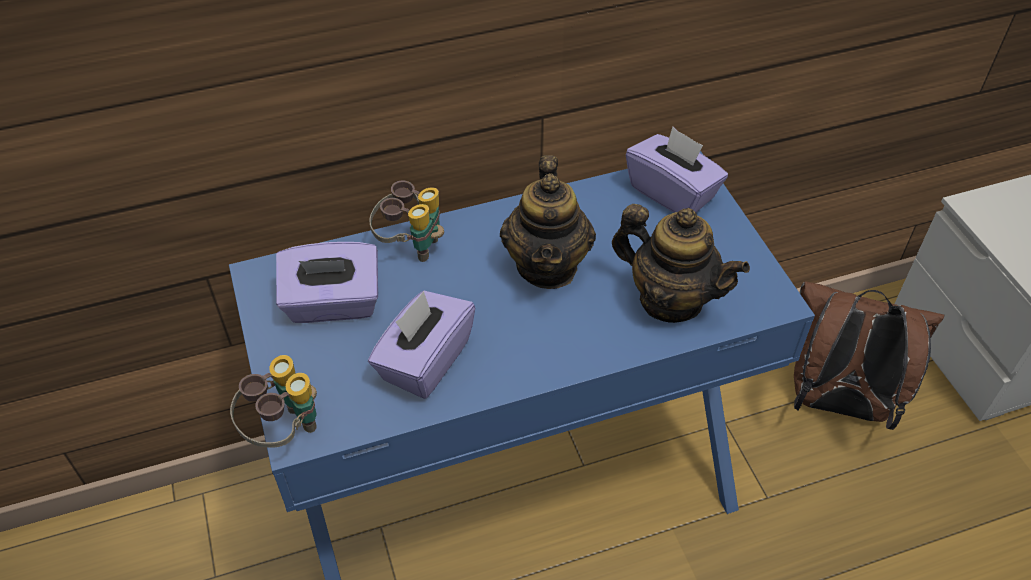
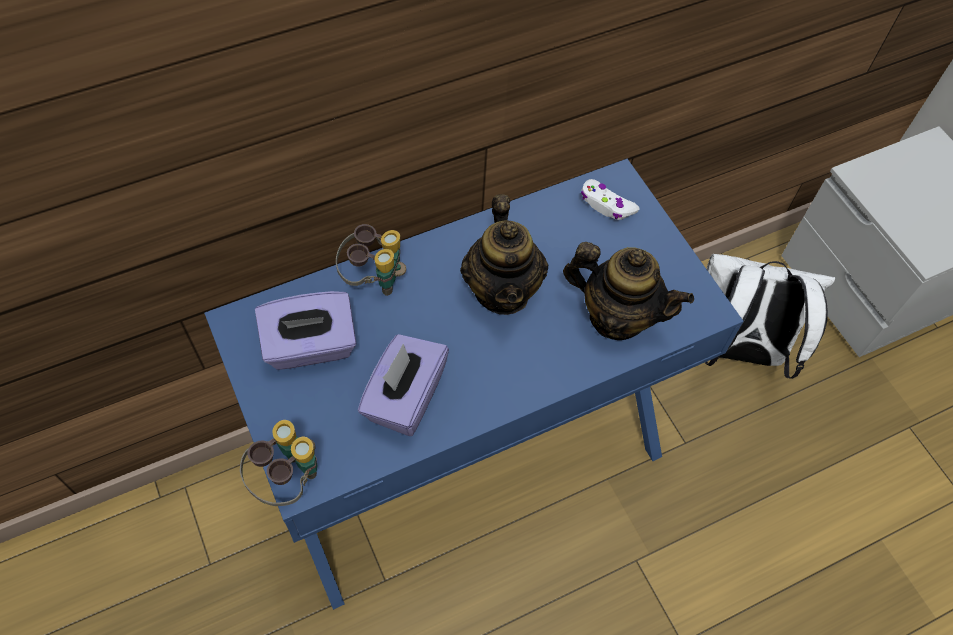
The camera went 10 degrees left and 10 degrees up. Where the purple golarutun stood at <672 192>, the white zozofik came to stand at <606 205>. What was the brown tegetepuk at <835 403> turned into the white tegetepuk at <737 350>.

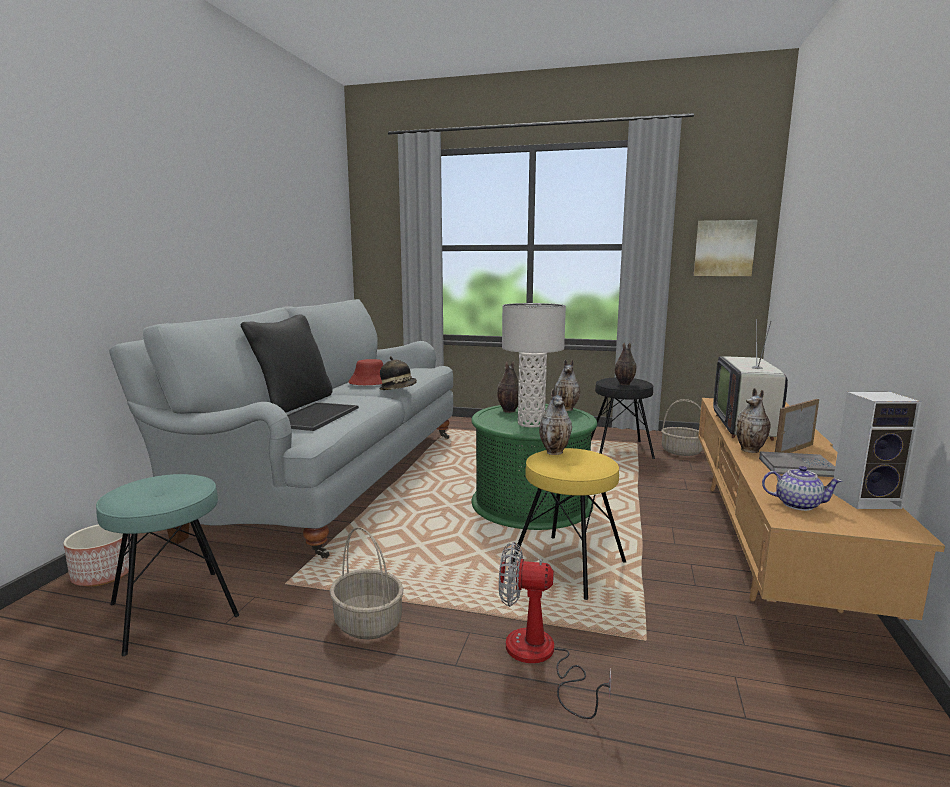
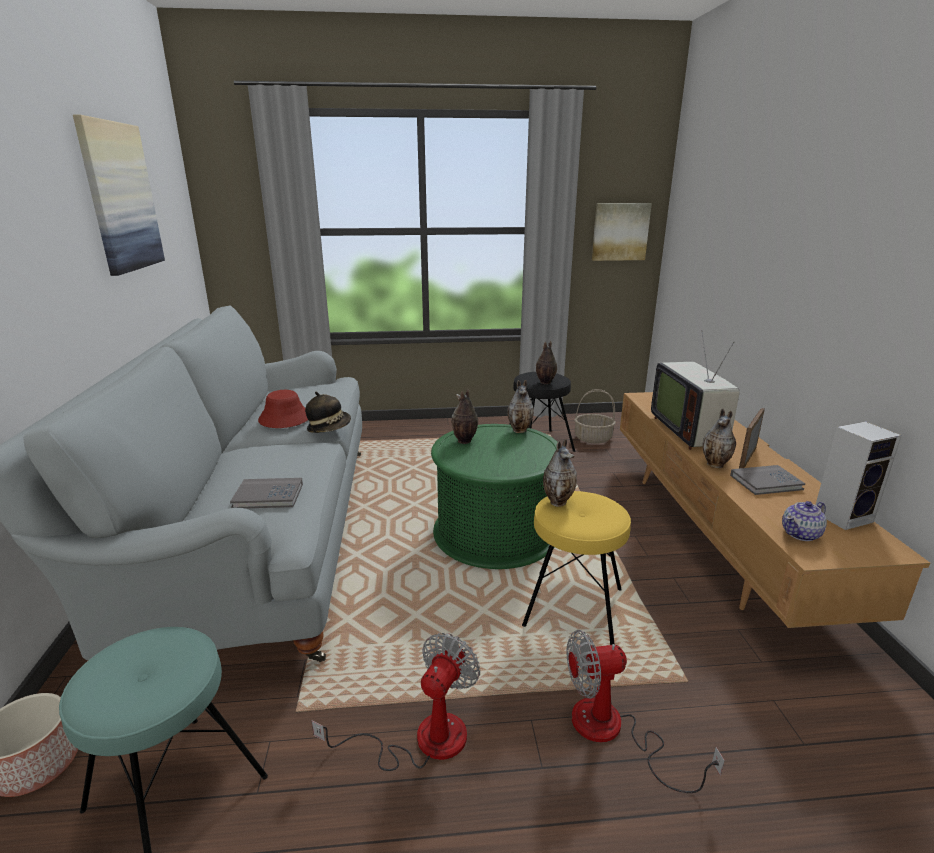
The camera went 20 degrees left and 10 degrees up. The second view lost the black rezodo at <294 404>. Where the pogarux stood at <315 417>, the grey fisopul came to stand at <268 496>. Where the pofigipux stood at <367 623>, the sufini came to stand at <422 740>. The second view lost the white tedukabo at <531 423>. The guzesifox at <797 504> ended up facing another way, 150 degrees clockwise from before. The second view gained the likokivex at <120 197>.

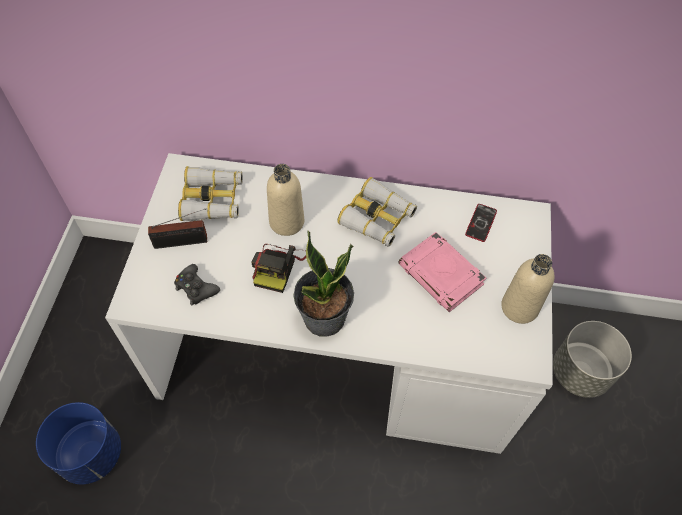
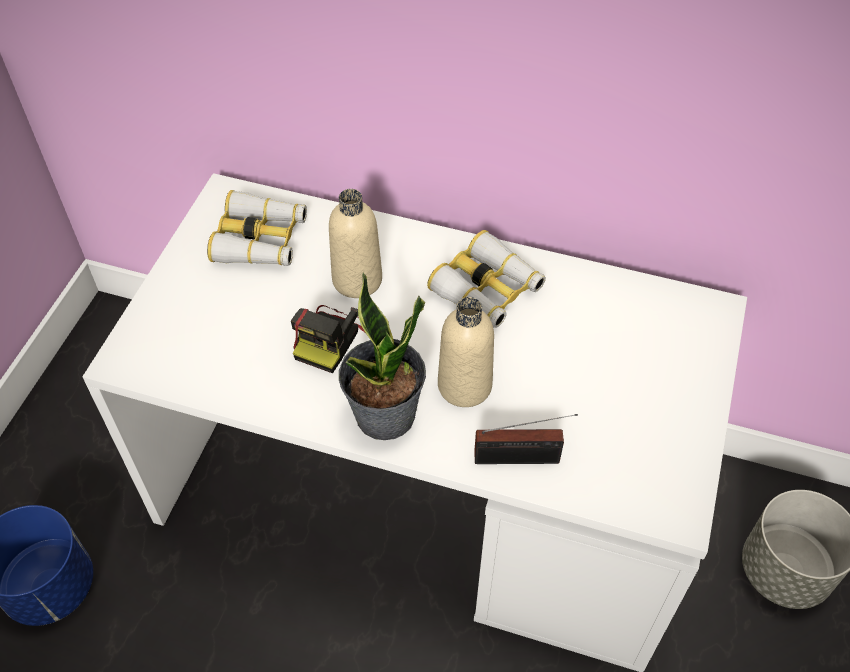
The camera went 10 degrees right and 5 degrees down. The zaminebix ended up elsewhere, having gone from <184 242> to <521 459>. The second view lost the black zozofik at <196 288>. The second view lost the pink fisopul at <441 275>. The second view lost the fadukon at <481 223>. The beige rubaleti ended up elsewhere, having gone from <519 307> to <464 385>.

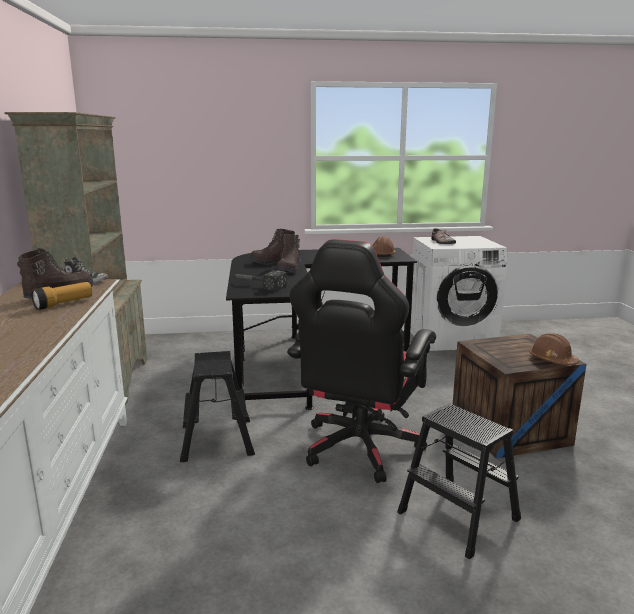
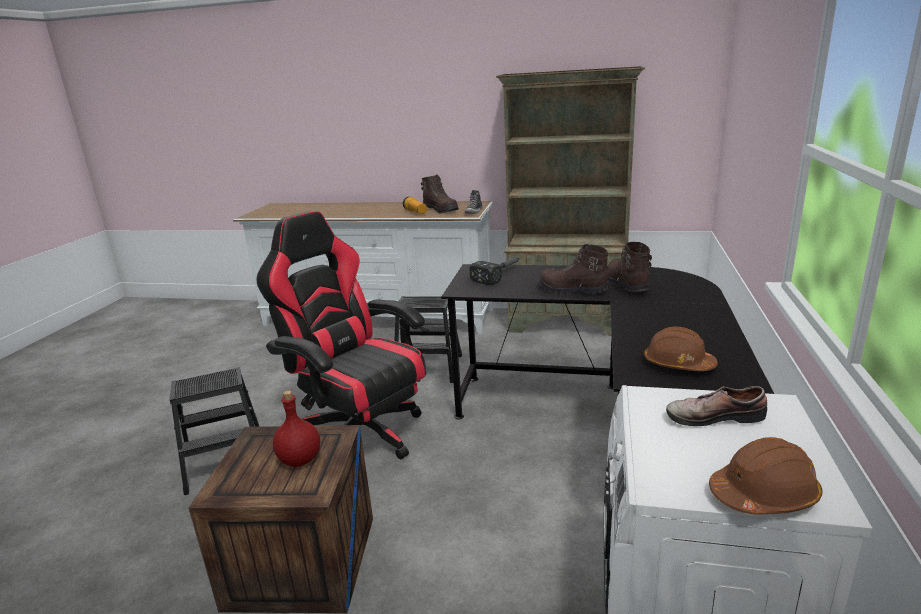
The camera went 110 degrees right and 5 degrees up. The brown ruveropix ended up elsewhere, having gone from <552 360> to <764 495>. The second view gained the red rubaleti at <300 460>.

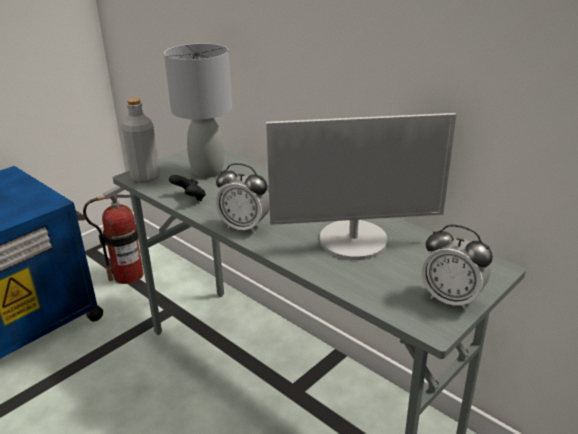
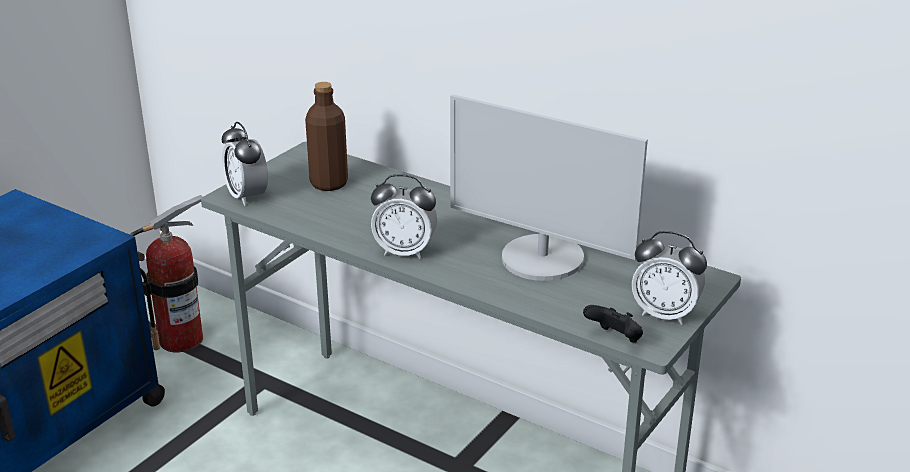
The camera went 10 degrees left and 0 degrees up. Where the grey rubaleti stood at <145 177>, the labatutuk came to stand at <247 196>. Where the grey tedukabo stood at <208 172>, the brown rubaleti came to stand at <329 183>. The black zozofik ended up elsewhere, having gone from <190 198> to <615 339>. The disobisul at <354 241> ended up facing another way, 45 degrees clockwise from before.

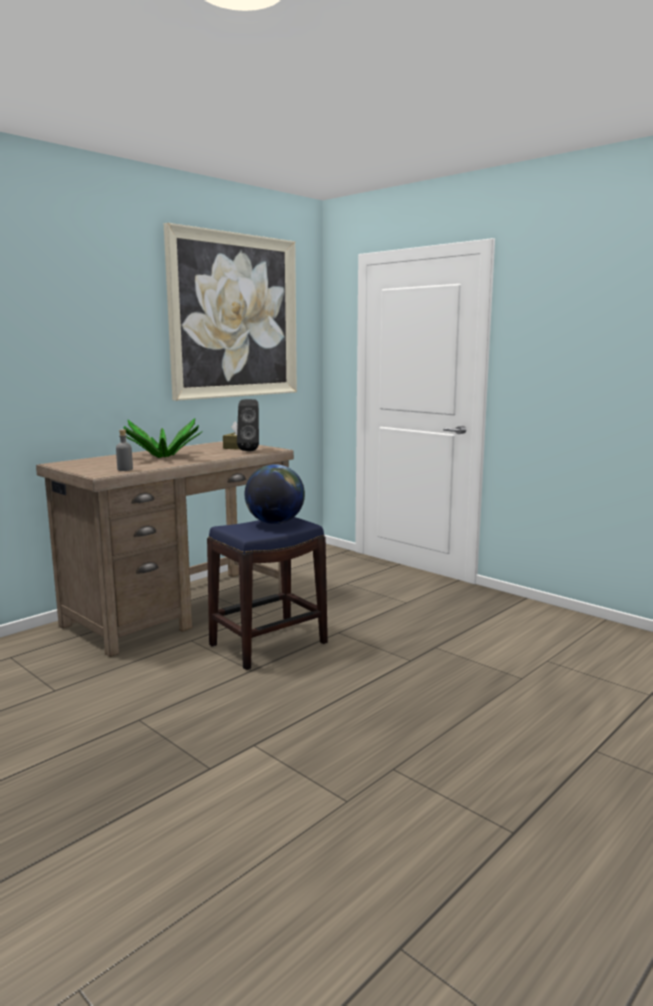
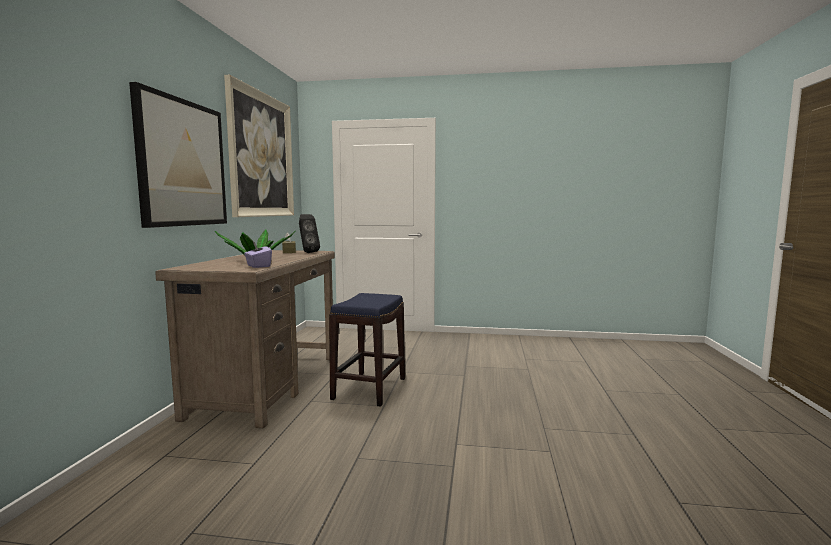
The camera went 35 degrees left and 5 degrees down. Where the grey rubaleti stood at <125 469>, the purple golarutun came to stand at <258 266>. The second view lost the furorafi at <275 523>. The second view gained the likokivex at <182 163>.

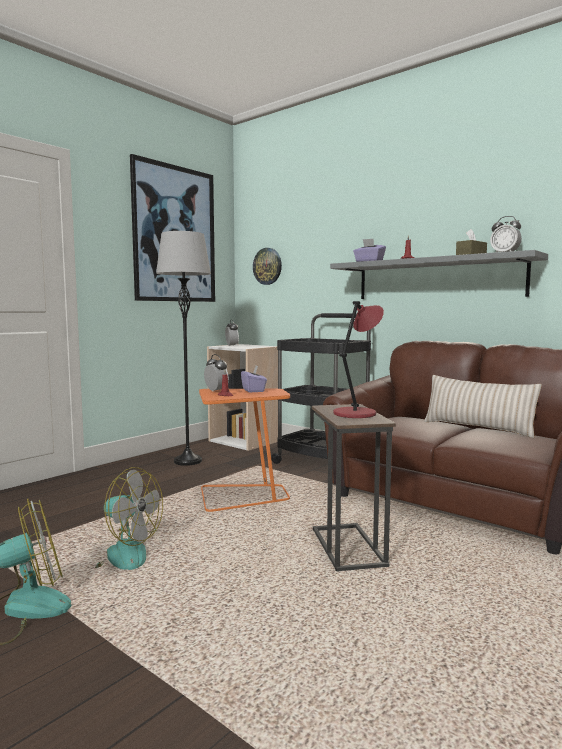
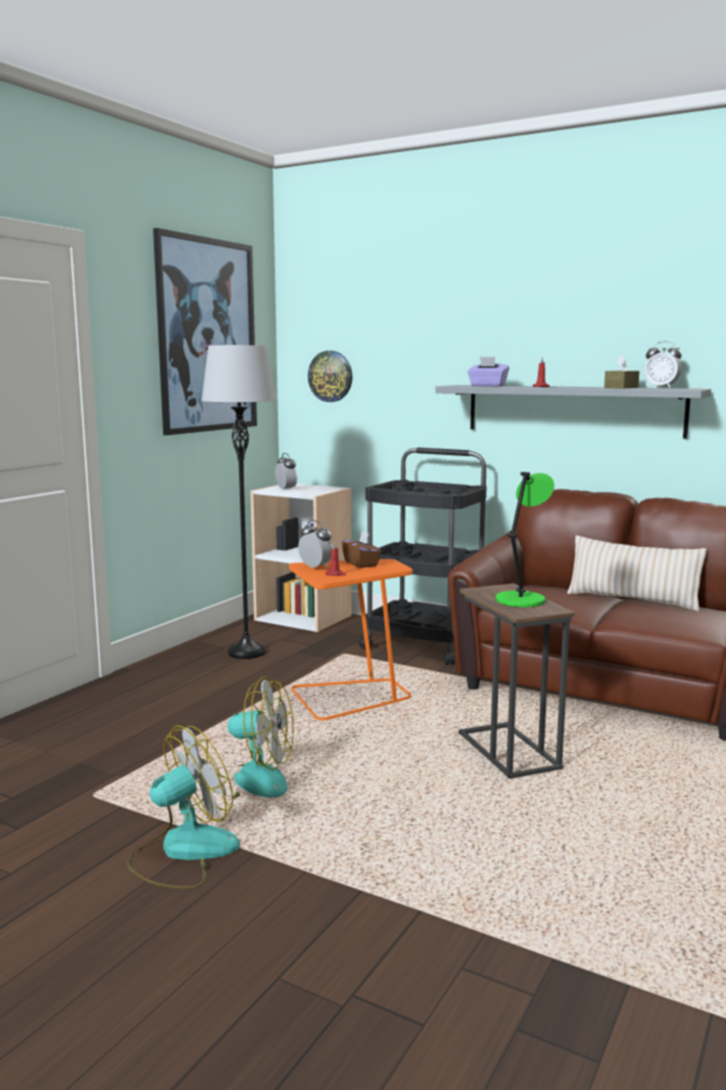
The camera went 10 degrees left and 5 degrees up. What was the purple golarutun at <253 390> turned into the brown golarutun at <361 564>. What was the red tedukabo at <356 413> turned into the green tedukabo at <521 599>.

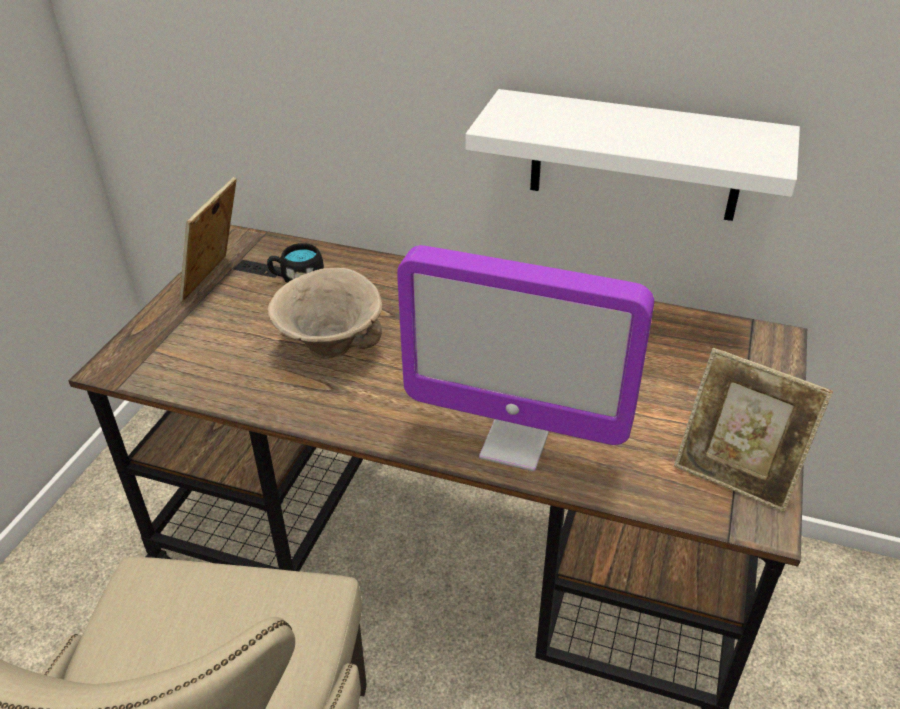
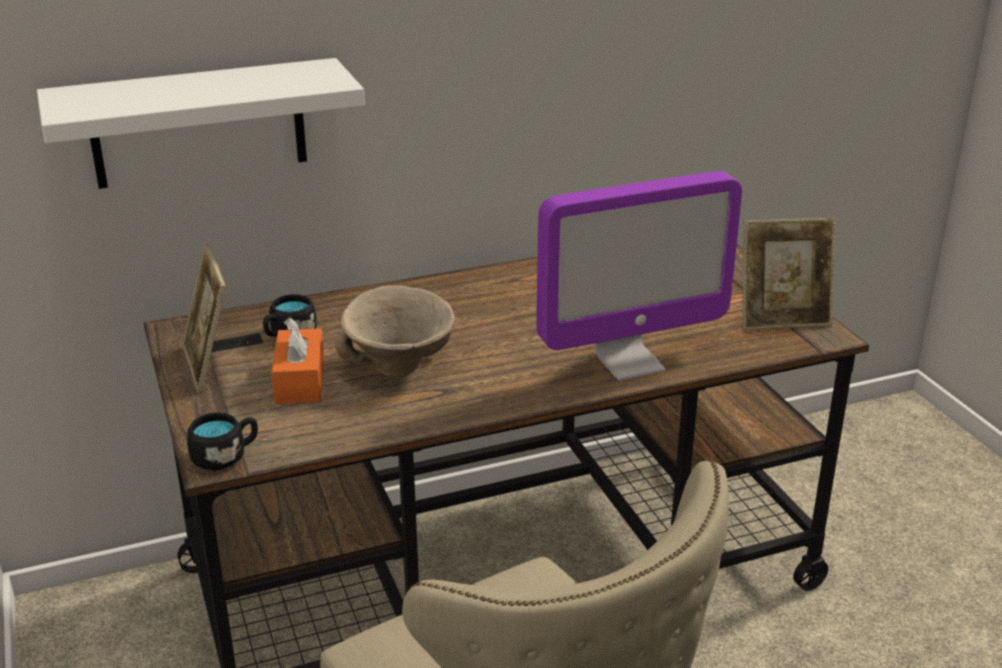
The camera went 40 degrees left and 10 degrees down. The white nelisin ended up elsewhere, having gone from <635 156> to <198 124>. The second view gained the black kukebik at <225 456>. The second view gained the orange golarutun at <300 381>.

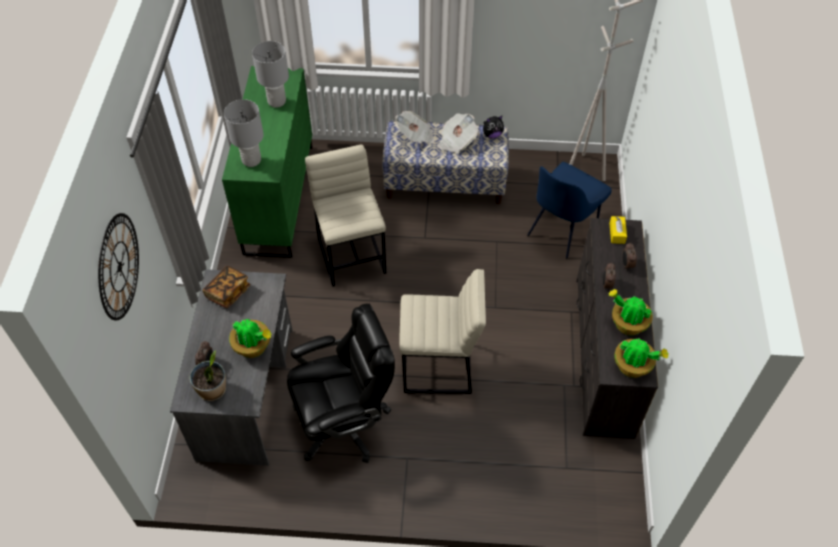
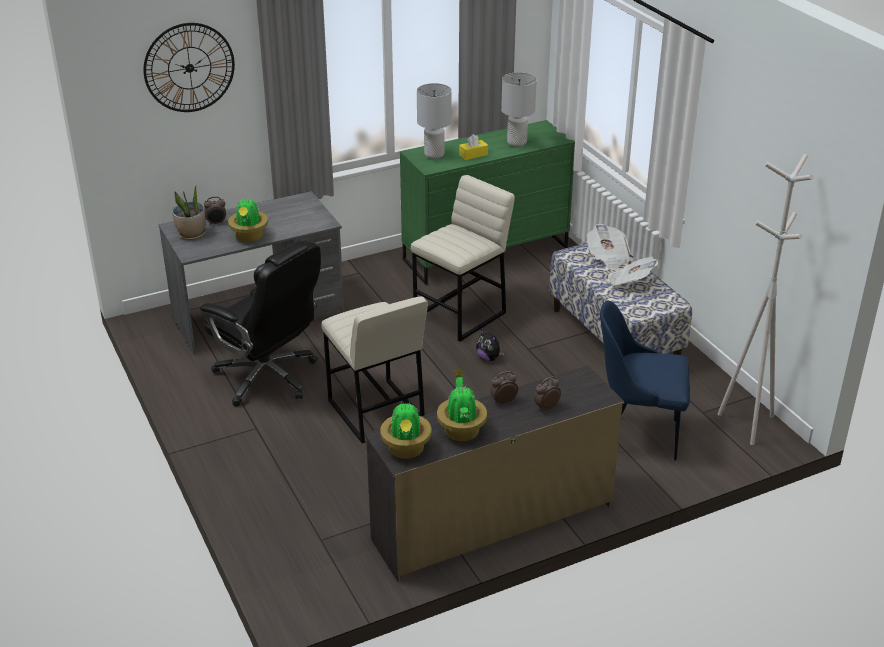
The camera went 60 degrees right and 20 degrees down. The second view lost the fisopul at <228 292>. The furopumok ended up elsewhere, having gone from <492 135> to <488 358>. The yellow golarutun ended up elsewhere, having gone from <617 233> to <473 155>.

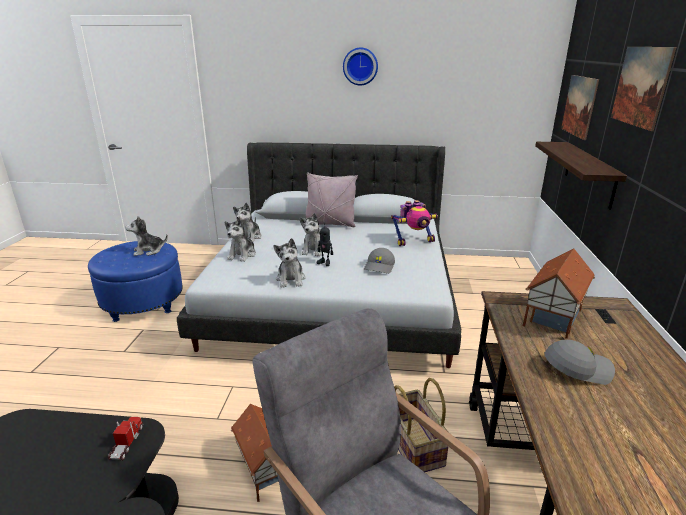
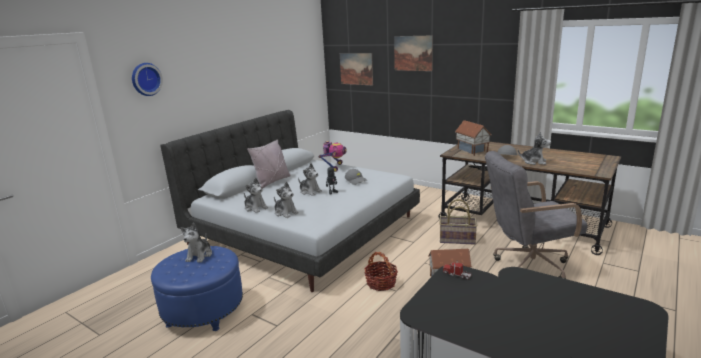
The camera went 60 degrees left and 5 degrees down. The furopumok ended up elsewhere, having gone from <291 279> to <534 162>. The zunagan ended up elsewhere, having gone from <360 66> to <145 79>. The second view lost the nelisin at <589 173>. The second view gained the pofigipux at <381 283>.

